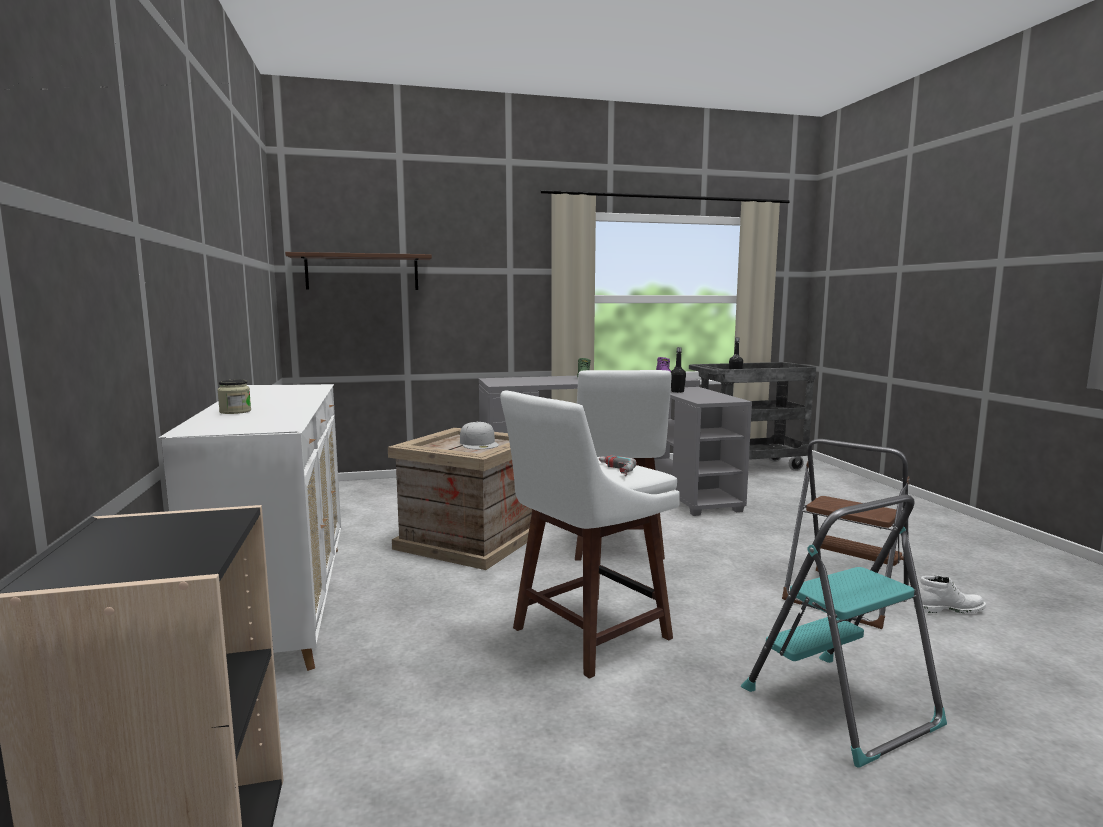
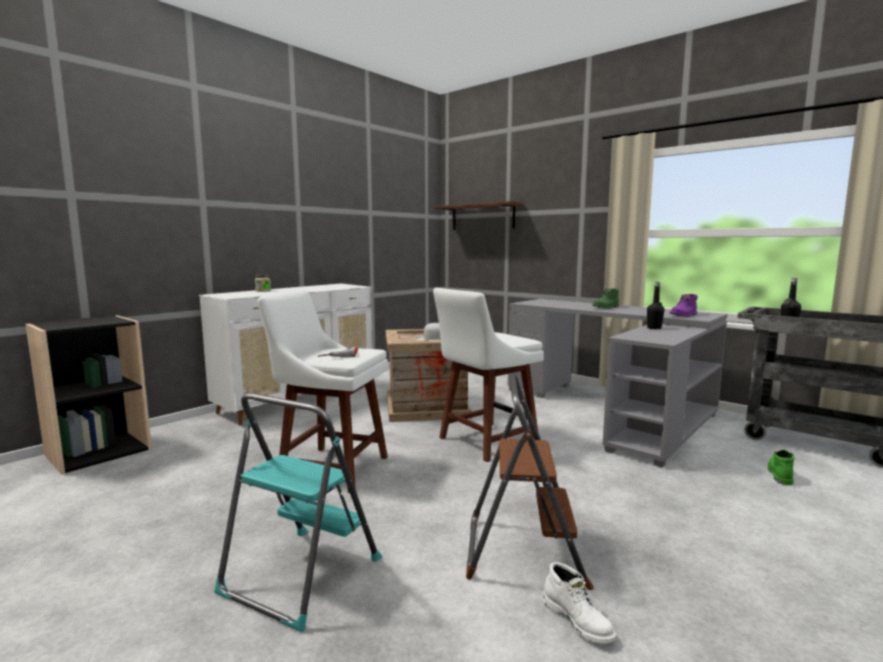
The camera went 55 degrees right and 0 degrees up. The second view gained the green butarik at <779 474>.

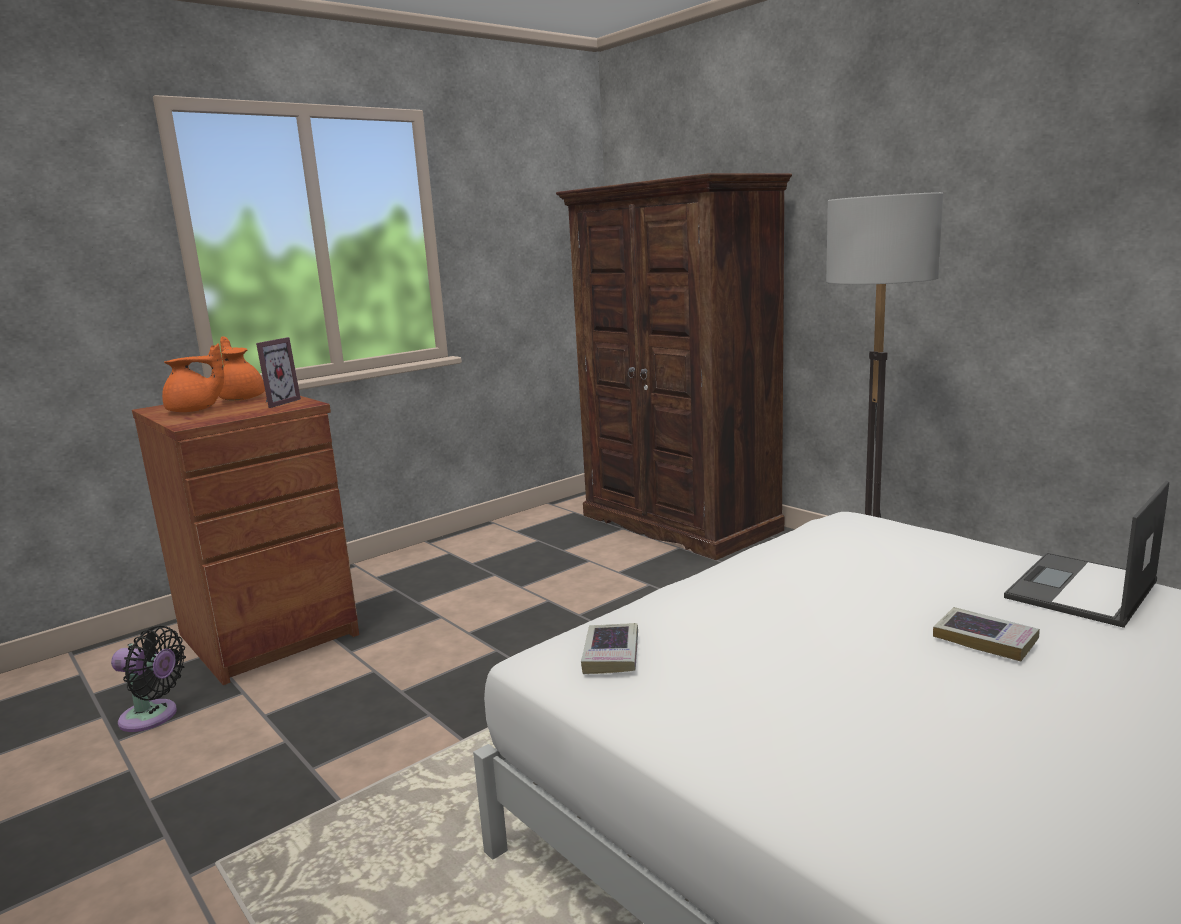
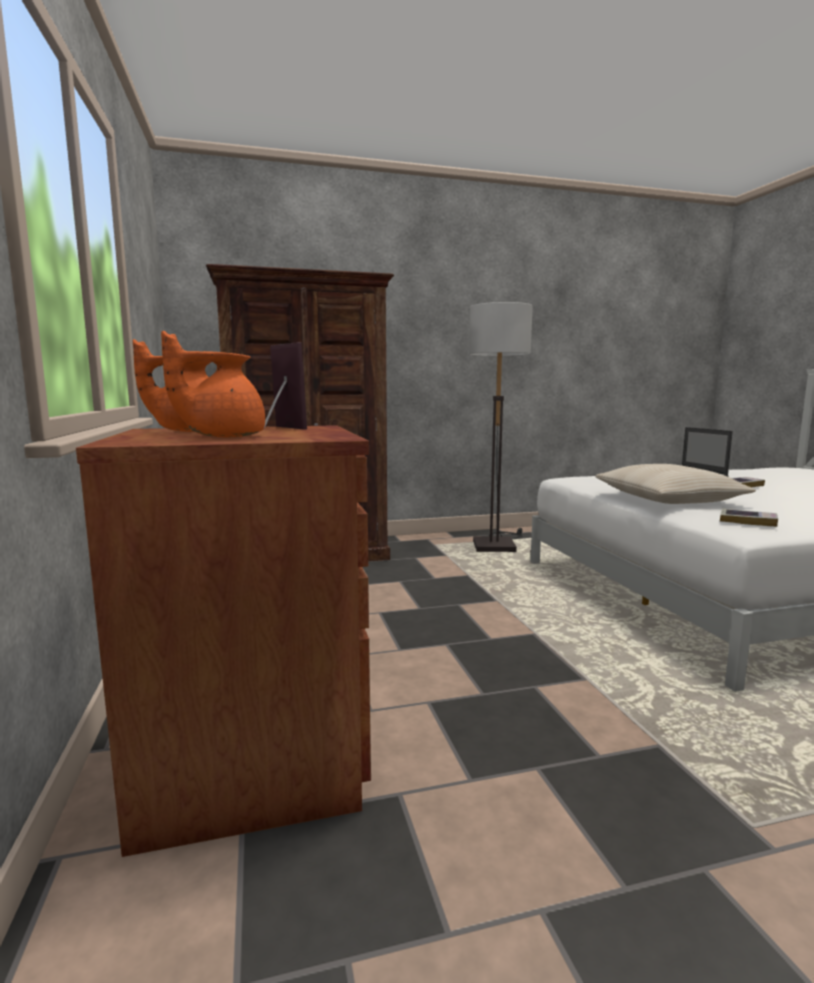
The camera went 65 degrees left and 5 degrees down. The second view lost the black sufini at <153 717>. The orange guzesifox at <195 410> ended up facing another way, 135 degrees counterclockwise from before. The second view gained the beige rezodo at <668 499>.

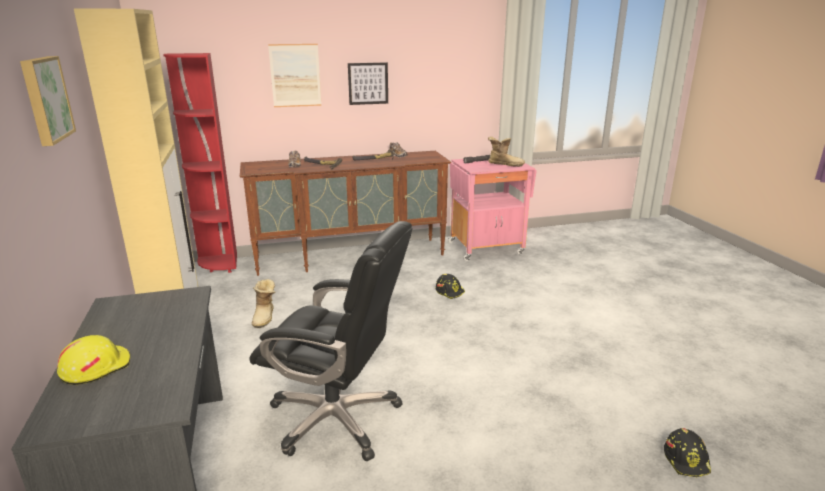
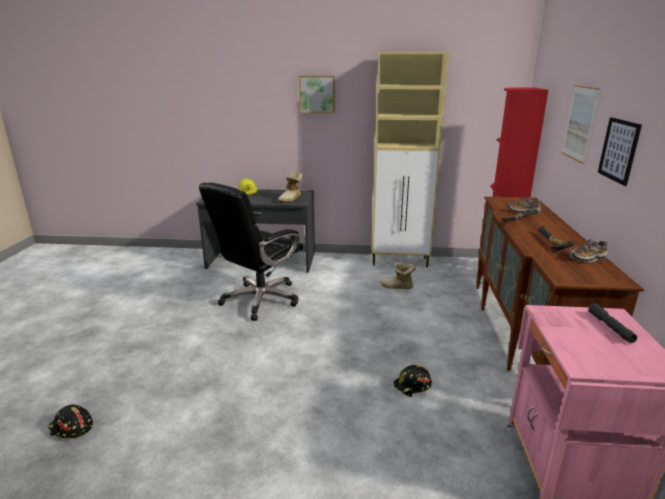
The camera went 110 degrees right and 0 degrees up. The butarik ended up elsewhere, having gone from <504 164> to <291 199>.

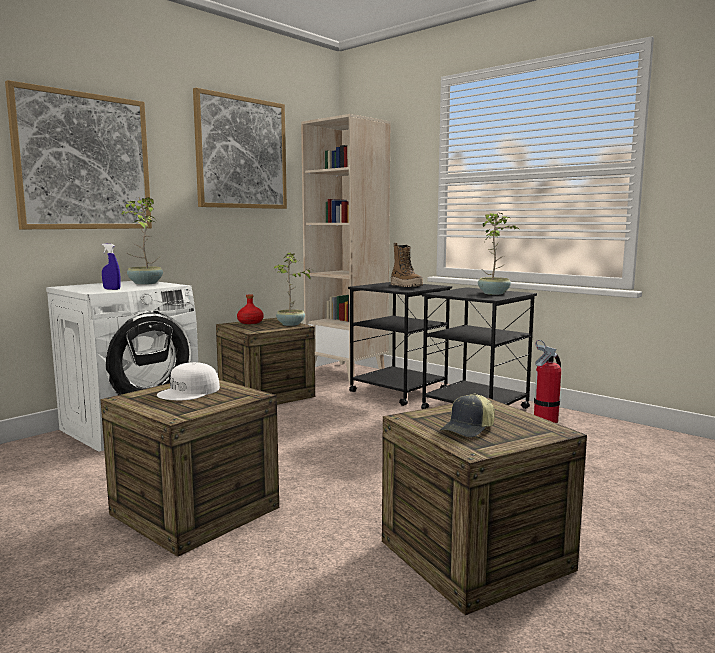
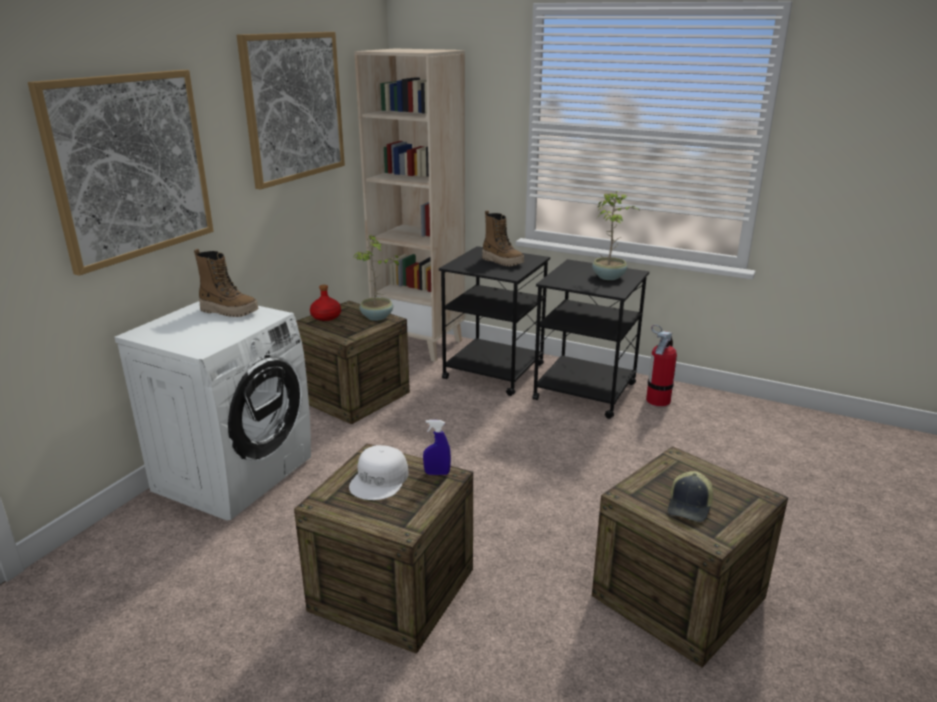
The camera went 15 degrees left and 15 degrees up. The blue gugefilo ended up elsewhere, having gone from <112 289> to <437 473>. Where the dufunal stood at <144 283>, the butarik came to stand at <229 311>.

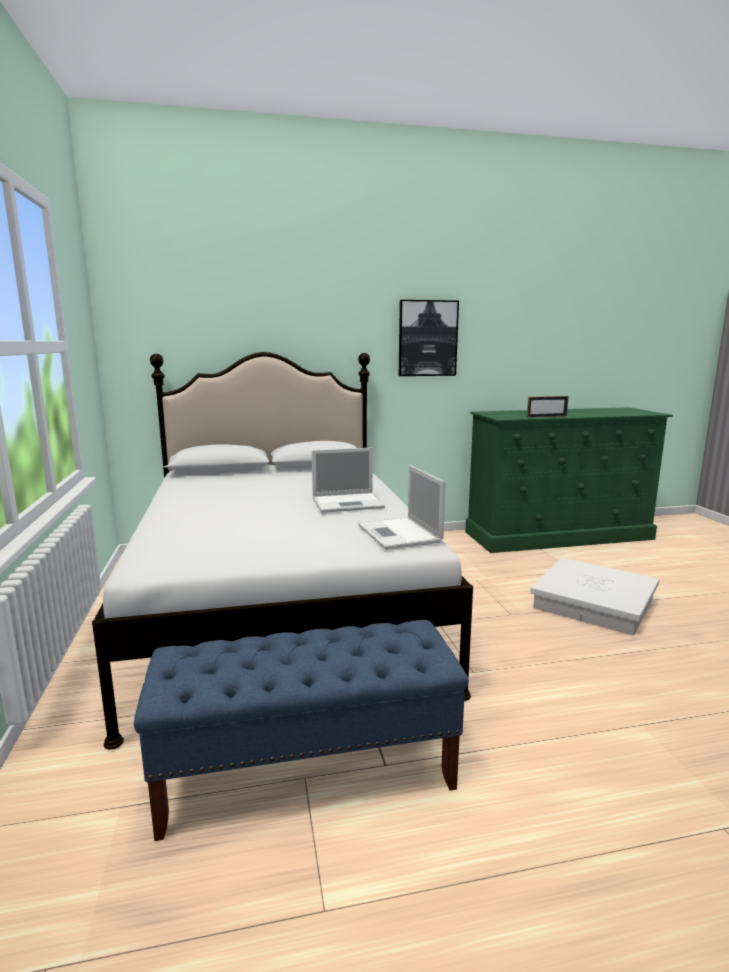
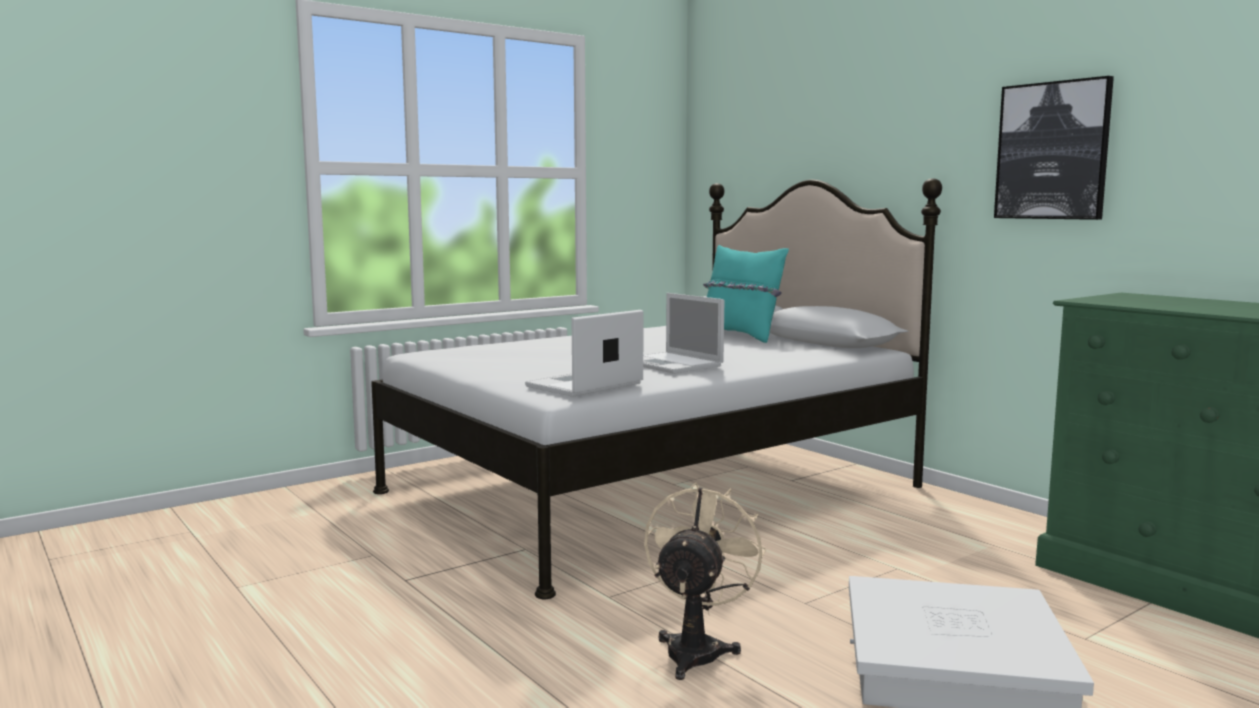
The camera went 65 degrees right and 5 degrees down. The second view lost the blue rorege at <308 773>. The second view lost the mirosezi at <546 417>. The second view gained the beige sufini at <697 649>. The second view gained the turquoise rezodo at <740 336>.

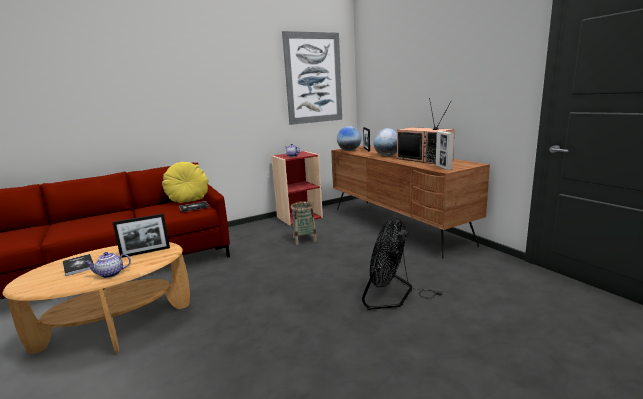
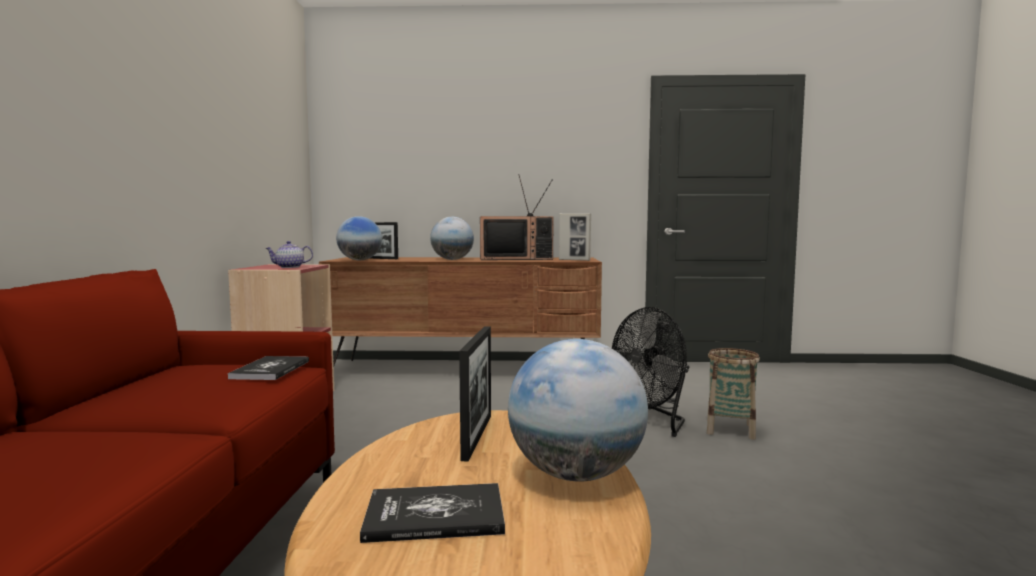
The camera went 60 degrees left and 10 degrees down. Where the guzesifox stood at <110 274>, the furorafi came to stand at <576 474>. The second view lost the yellow rezodo at <188 201>. The second view lost the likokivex at <313 78>. The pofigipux ended up elsewhere, having gone from <304 240> to <730 429>.

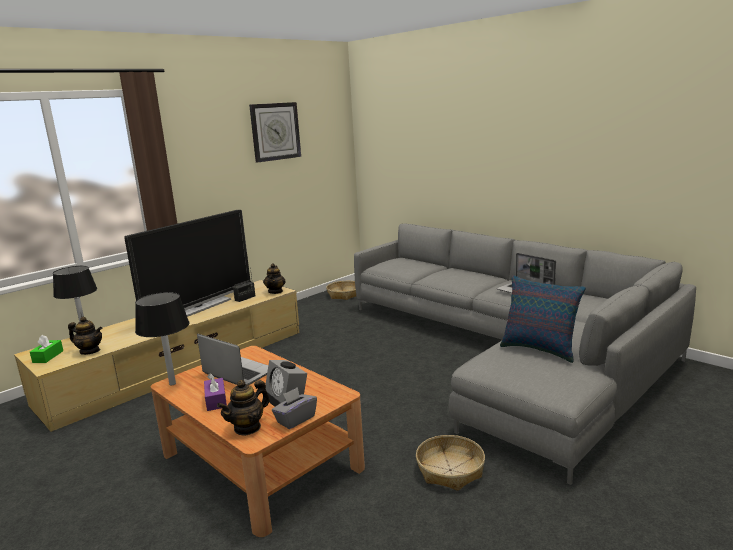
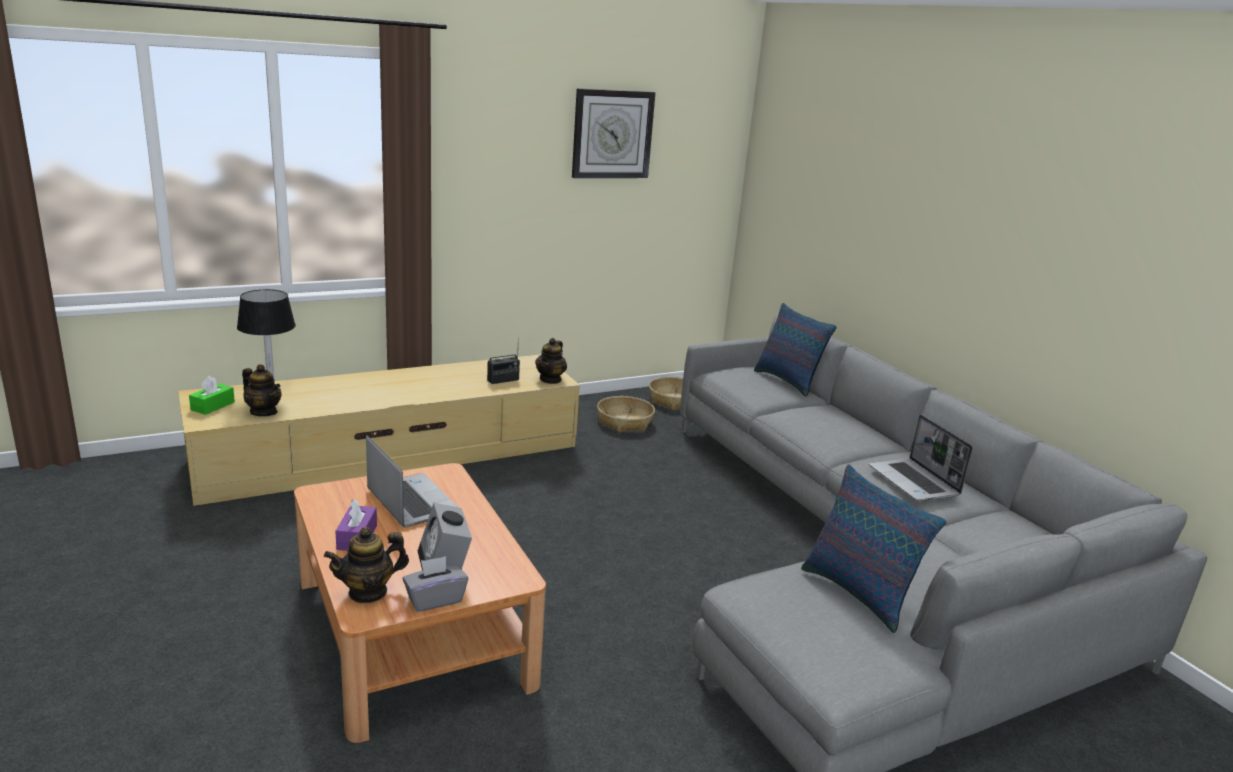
The camera went 15 degrees right and 5 degrees up. The second view lost the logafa at <199 308>. The second view lost the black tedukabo at <172 384>. The pofigipux ended up elsewhere, having gone from <450 470> to <625 421>. The second view gained the blue rezodo at <787 382>.

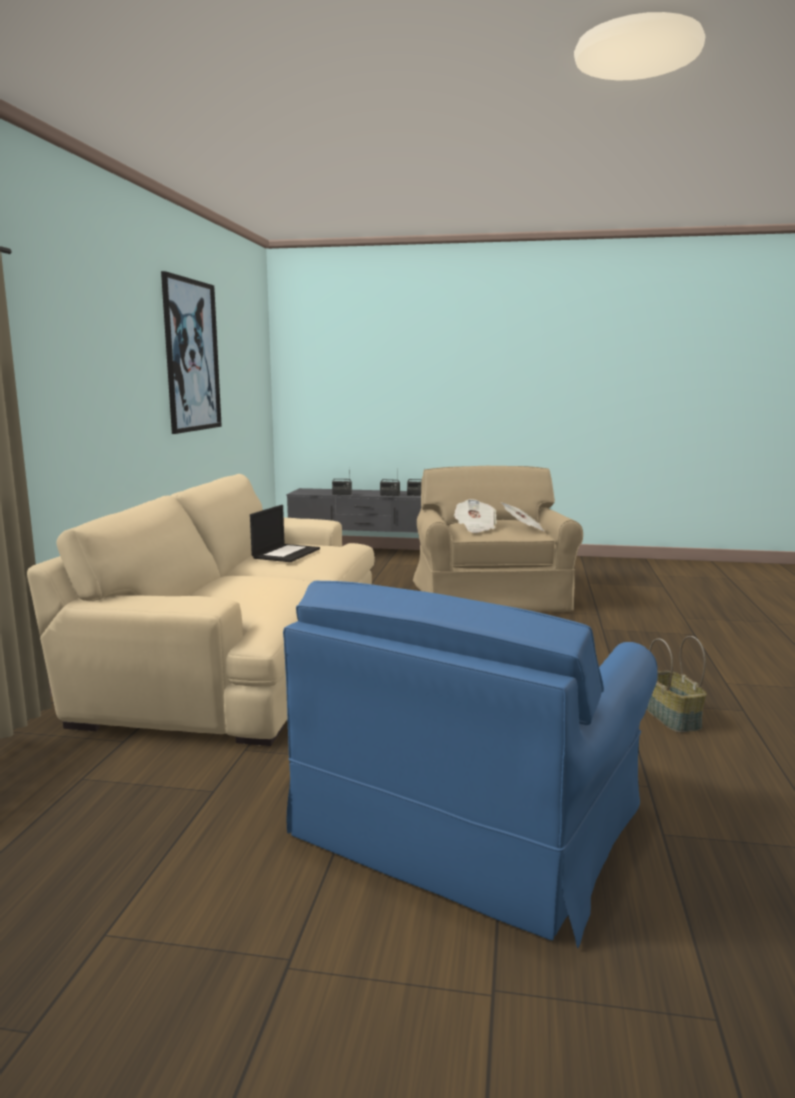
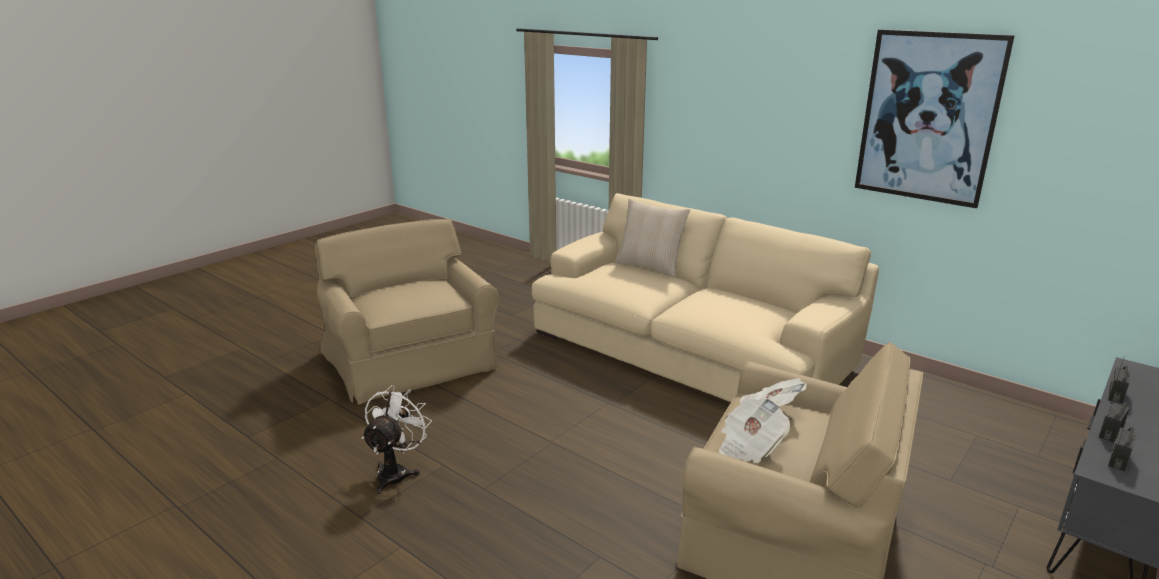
The camera went 120 degrees right and 10 degrees up. The second view lost the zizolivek at <286 553>. What was the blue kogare at <469 819> turned into the beige kogare at <410 359>. Where the pofigipux stood at <673 718>, the white sufini came to stand at <396 472>. The second view gained the beige rezodo at <650 267>.

